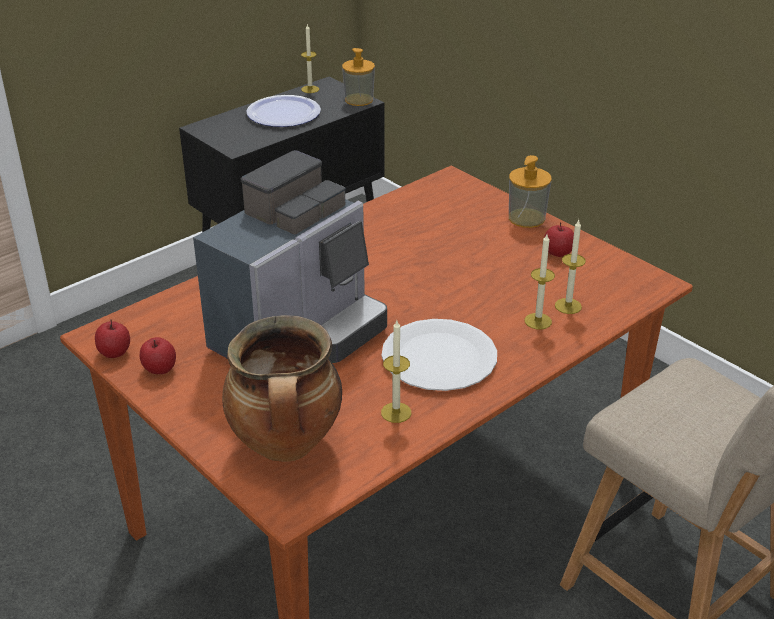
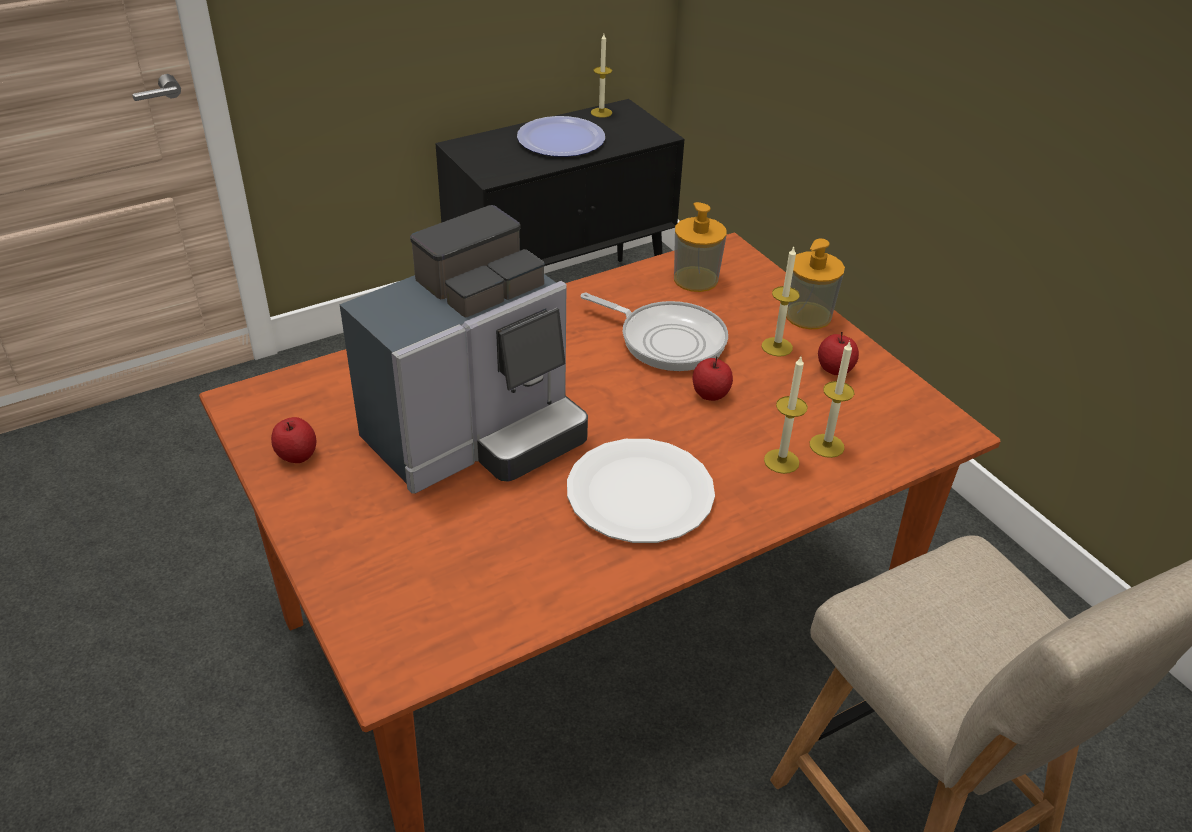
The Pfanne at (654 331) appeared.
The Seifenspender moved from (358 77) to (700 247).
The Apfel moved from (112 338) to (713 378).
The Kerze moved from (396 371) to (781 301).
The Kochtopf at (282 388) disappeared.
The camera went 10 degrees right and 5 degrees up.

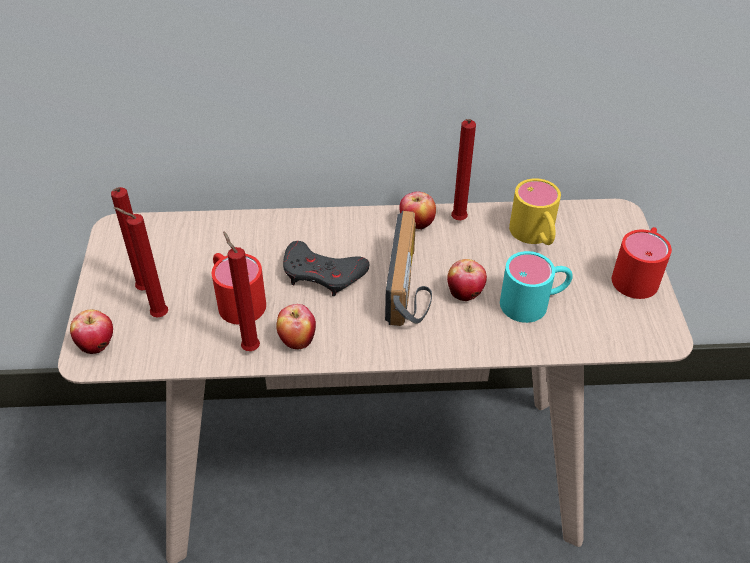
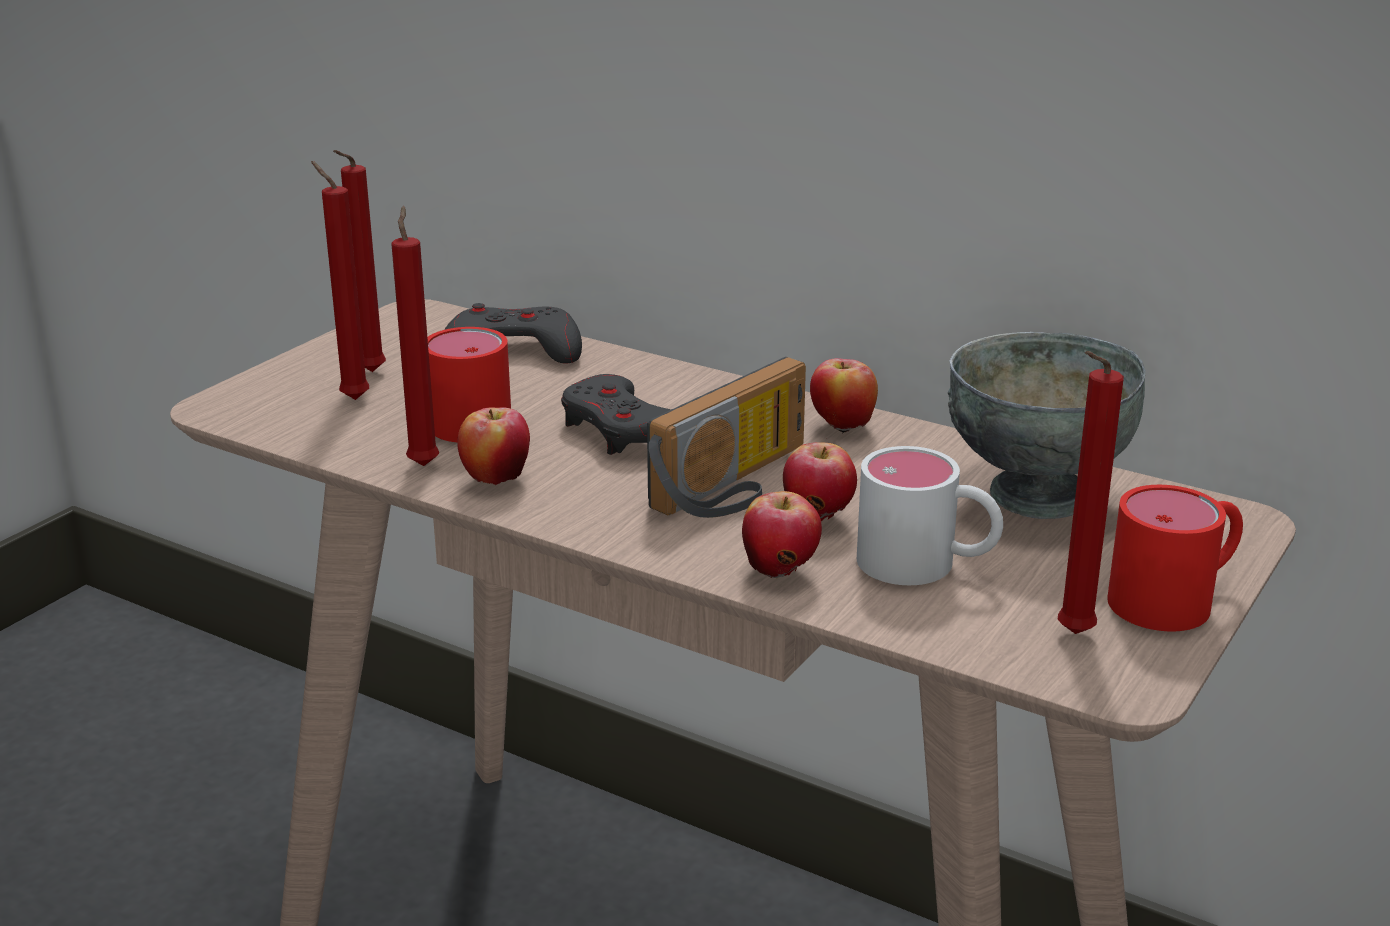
The Gamepad/grau at (513 333) appeared.
The Apfel moved from (91 332) to (782 532).
The Henkelbecher/türkis at (536 287) became the Henkelbecher/weiß at (930 515).
The Henkelbecher/gelb at (535 211) was replaced by the Schüssel/grau at (1046 425).
The Kerze/rot moved from (463 169) to (1091 492).
The camera went 35 degrees right and 20 degrees down.

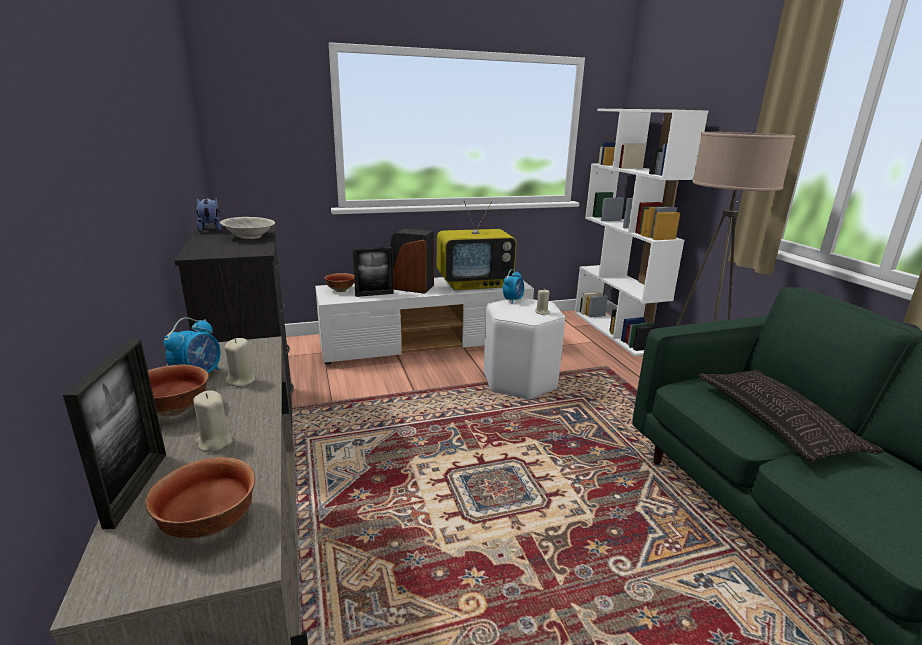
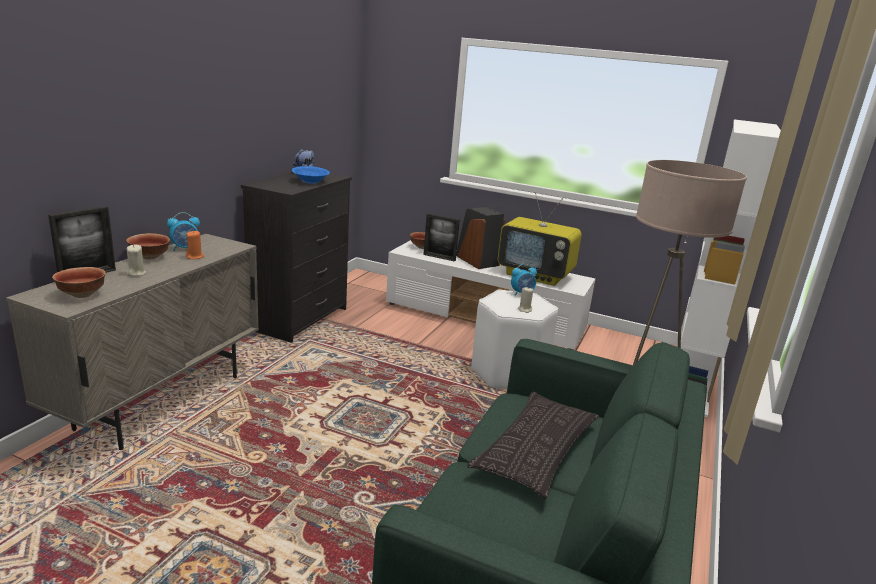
The Kerze/beige at (239 362) became the Kerze/orange at (195 244).
The Schüssel/beige at (247 228) became the Schüssel/blau at (311 174).
The camera went 40 degrees right and 0 degrees up.

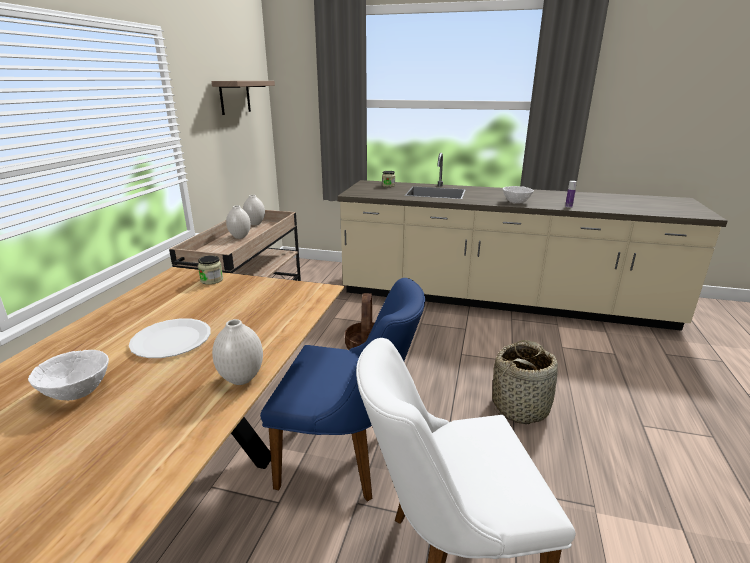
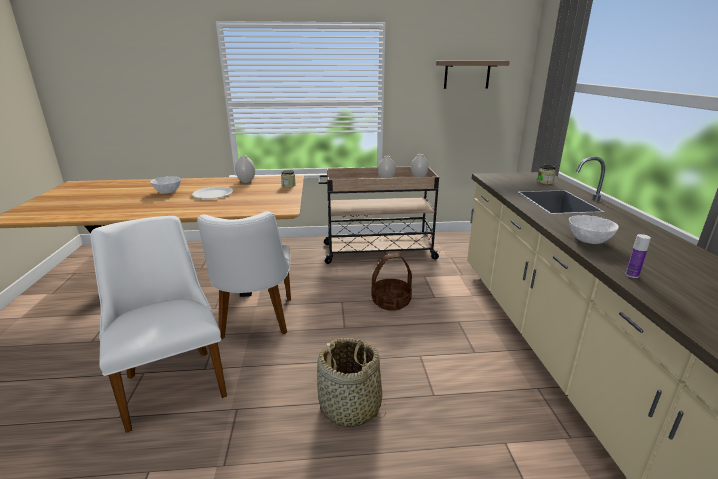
The Stuhl/blau at (342 389) became the Stuhl/weiß at (244 275).
The Vase/weiß moved from (237 352) to (245 169).
The camera went 70 degrees right and 0 degrees up.

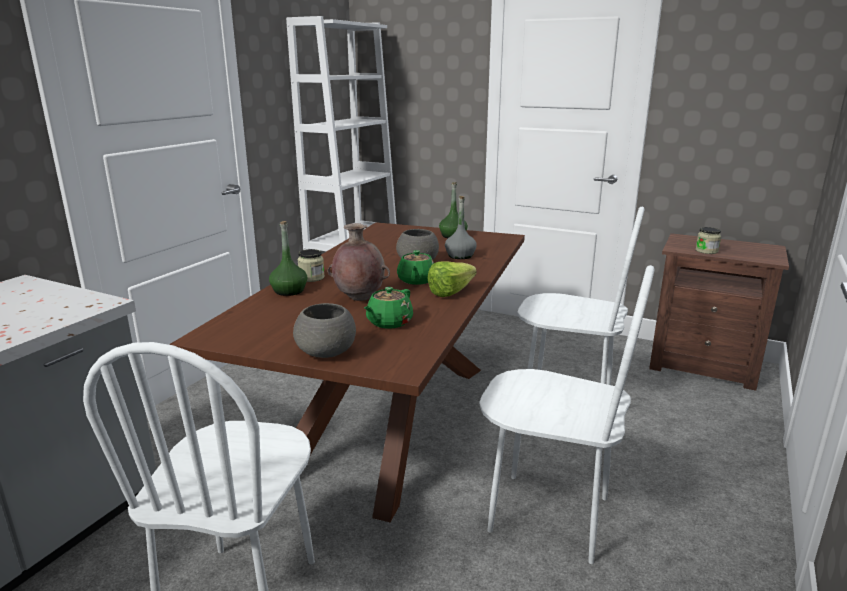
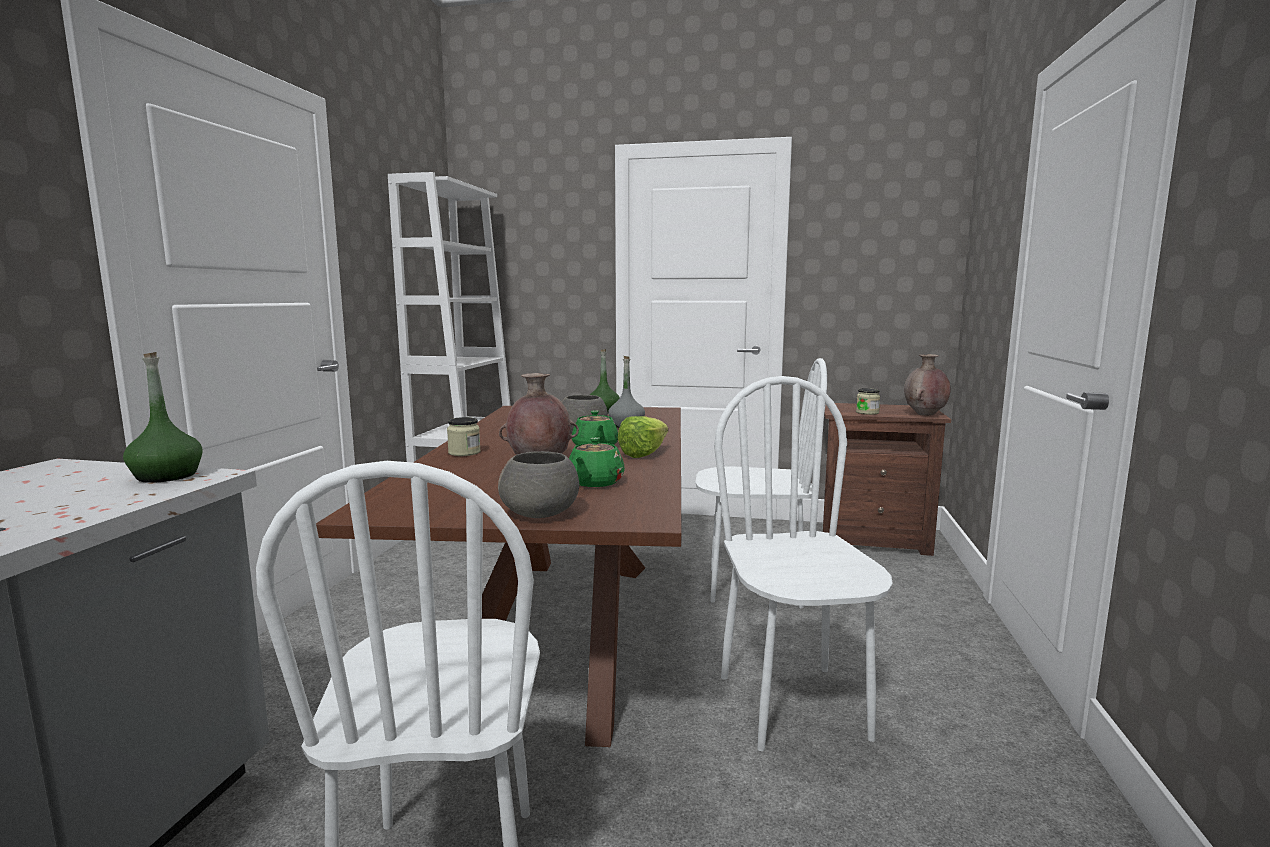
The Flasche/grün moved from (288 258) to (162 417).
The Stuhl/weiß at (567 414) turned 105 degrees counterclockwise.
The Vase/braun at (927 385) appeared.
The camera went 15 degrees left and 10 degrees down.

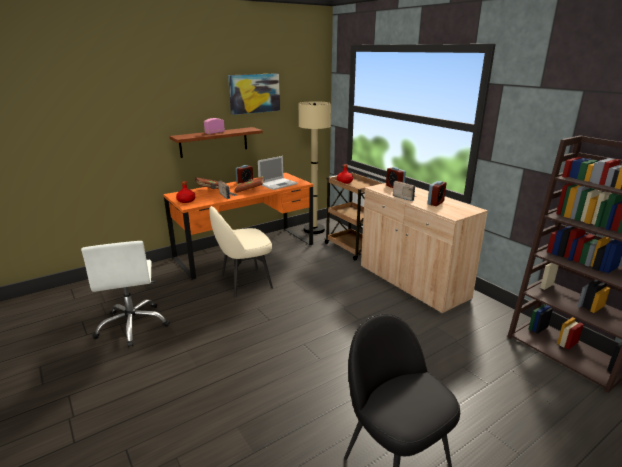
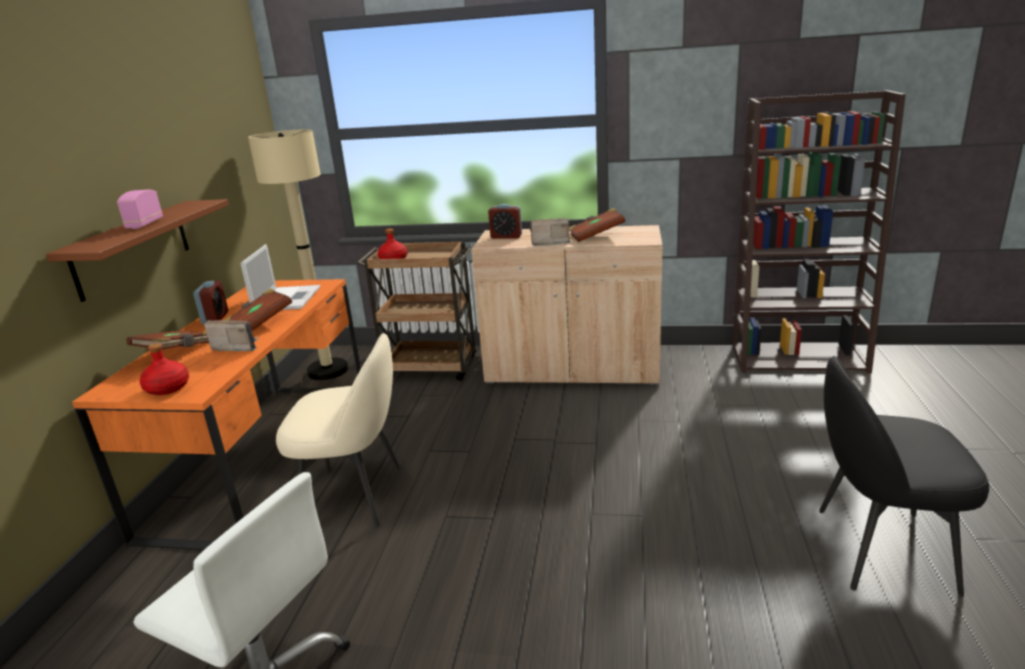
The Stuhl/beige at (241 251) turned 105 degrees counterclockwise.
The Wecker at (436 193) was replaced by the Buch/braun at (597 225).
The Bild at (254 94) disappeared.
The camera went 45 degrees left and 0 degrees up.

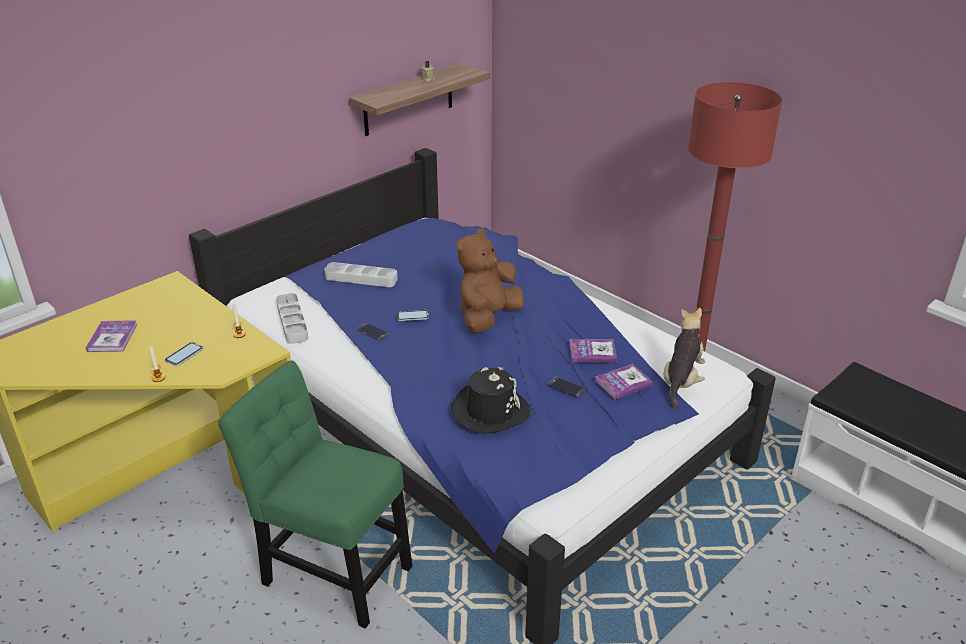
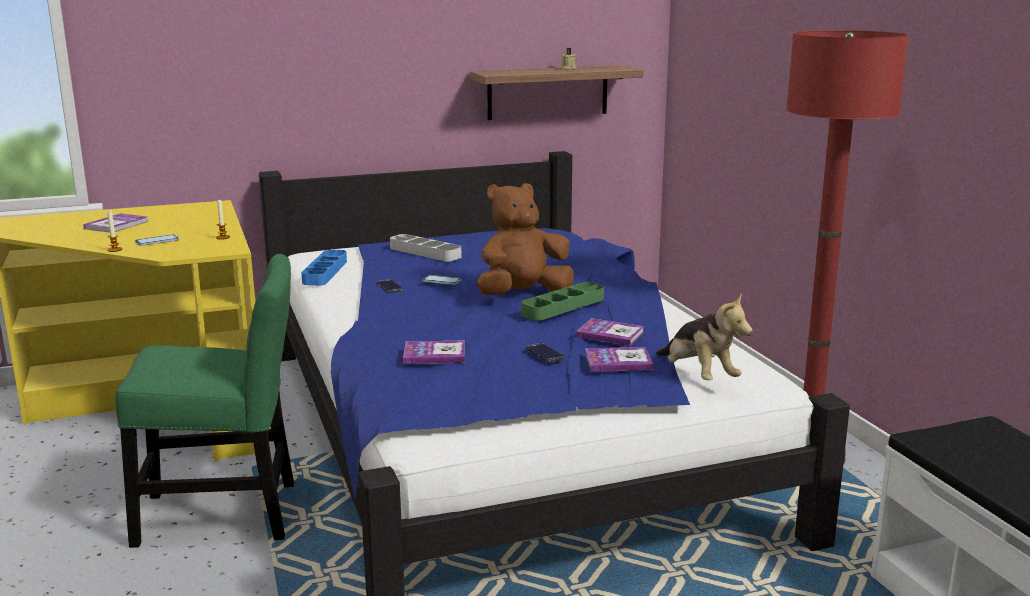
The Stuhl/grün at (315 494) turned 120 degrees clockwise.
The Tablett/grau at (292 318) became the Tablett/blau at (324 268).
The Hut/schwarz at (491 400) was replaced by the Buch at (434 352).
The Tablett/grün at (562 301) appeared.
The Plüschtier at (684 359) turned 105 degrees clockwise.
The camera went 25 degrees right and 15 degrees down.

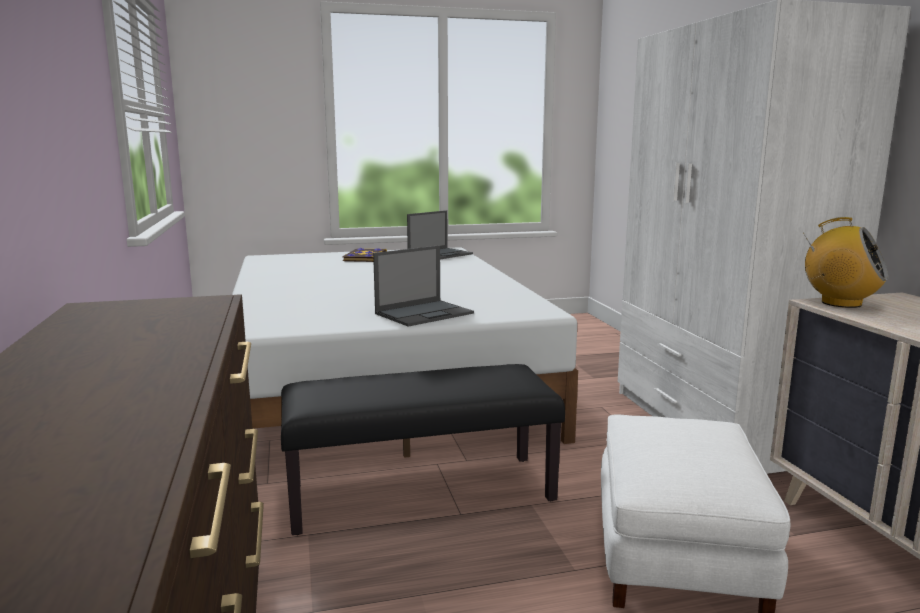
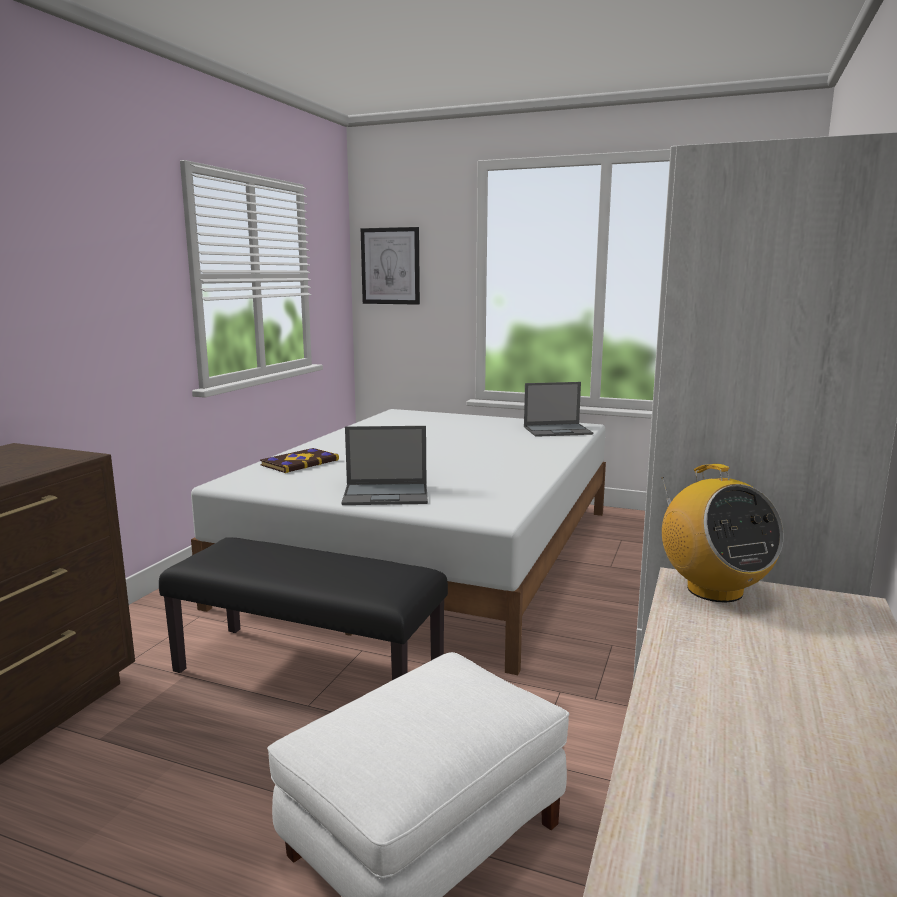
The Buch moved from (365 255) to (299 460).
The Bild at (390 266) appeared.
The camera went 35 degrees right and 0 degrees up.

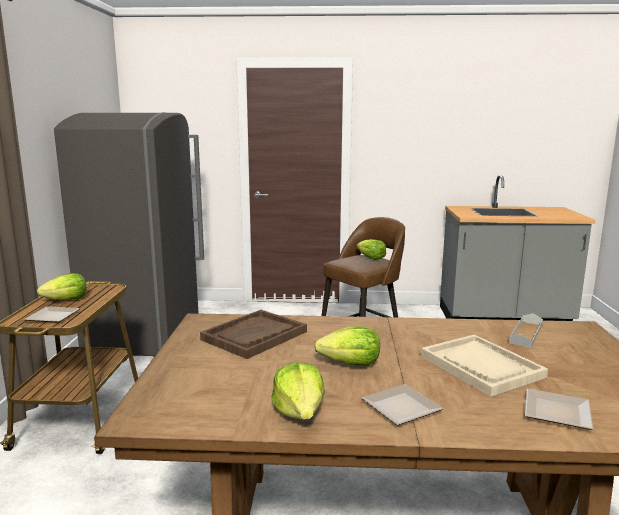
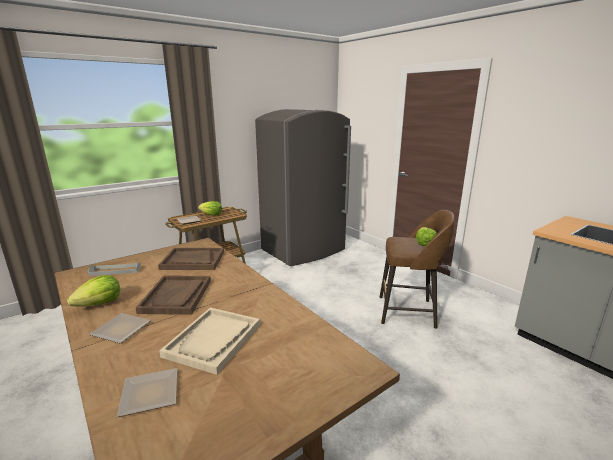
The Tablett/grau moved from (526 330) to (114 269).
The Salatkopf at (347 346) was replaced by the Tablett/braun at (173 295).
The camera went 50 degrees right and 5 degrees up.

